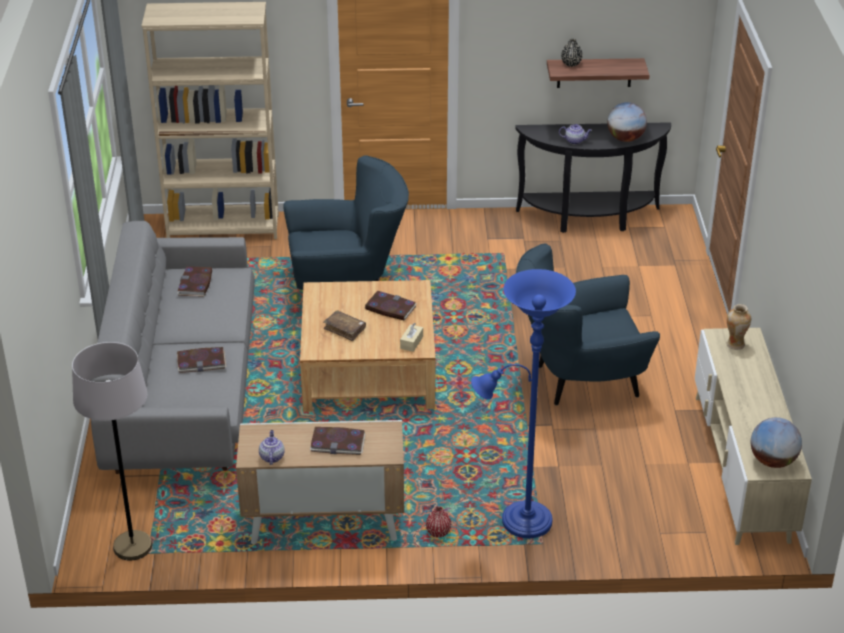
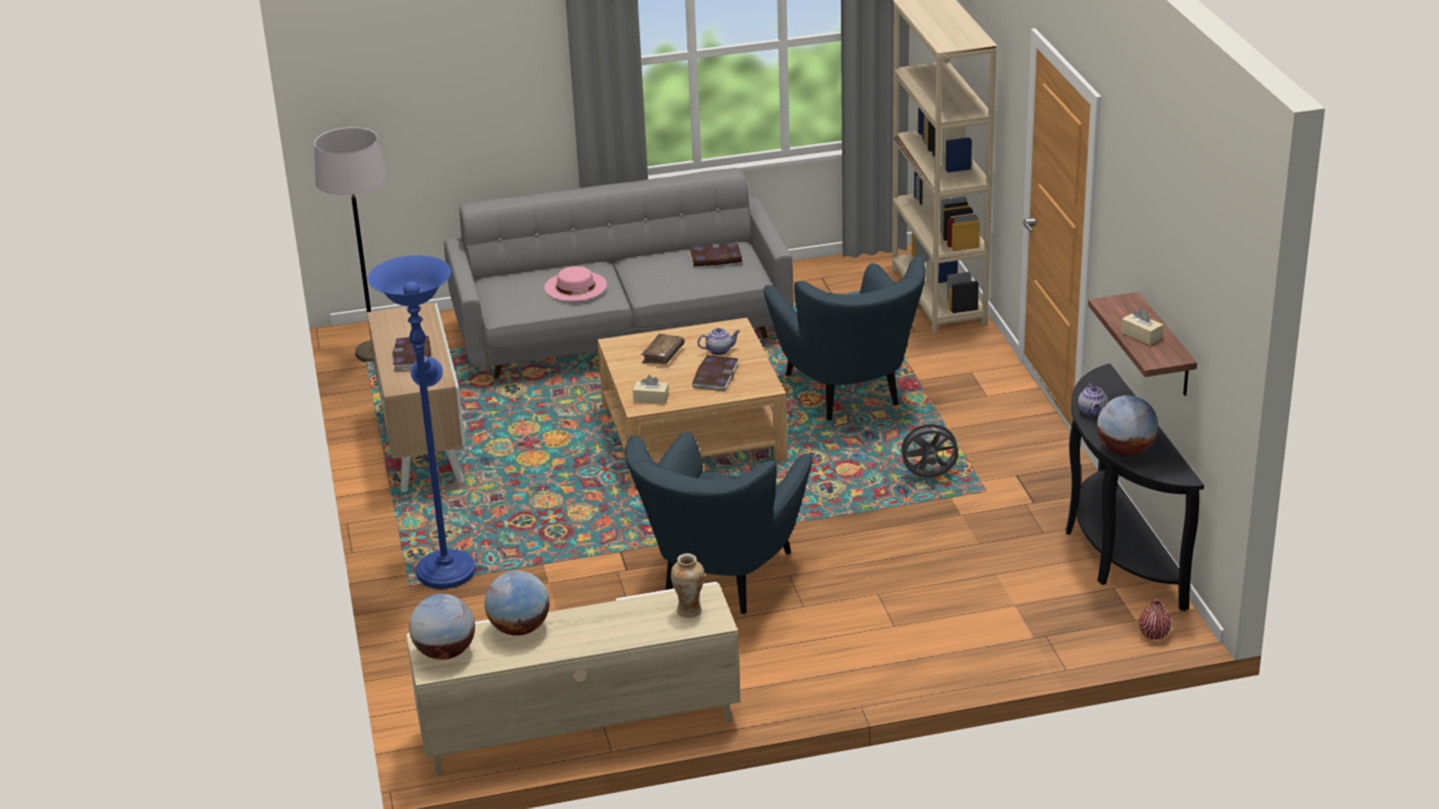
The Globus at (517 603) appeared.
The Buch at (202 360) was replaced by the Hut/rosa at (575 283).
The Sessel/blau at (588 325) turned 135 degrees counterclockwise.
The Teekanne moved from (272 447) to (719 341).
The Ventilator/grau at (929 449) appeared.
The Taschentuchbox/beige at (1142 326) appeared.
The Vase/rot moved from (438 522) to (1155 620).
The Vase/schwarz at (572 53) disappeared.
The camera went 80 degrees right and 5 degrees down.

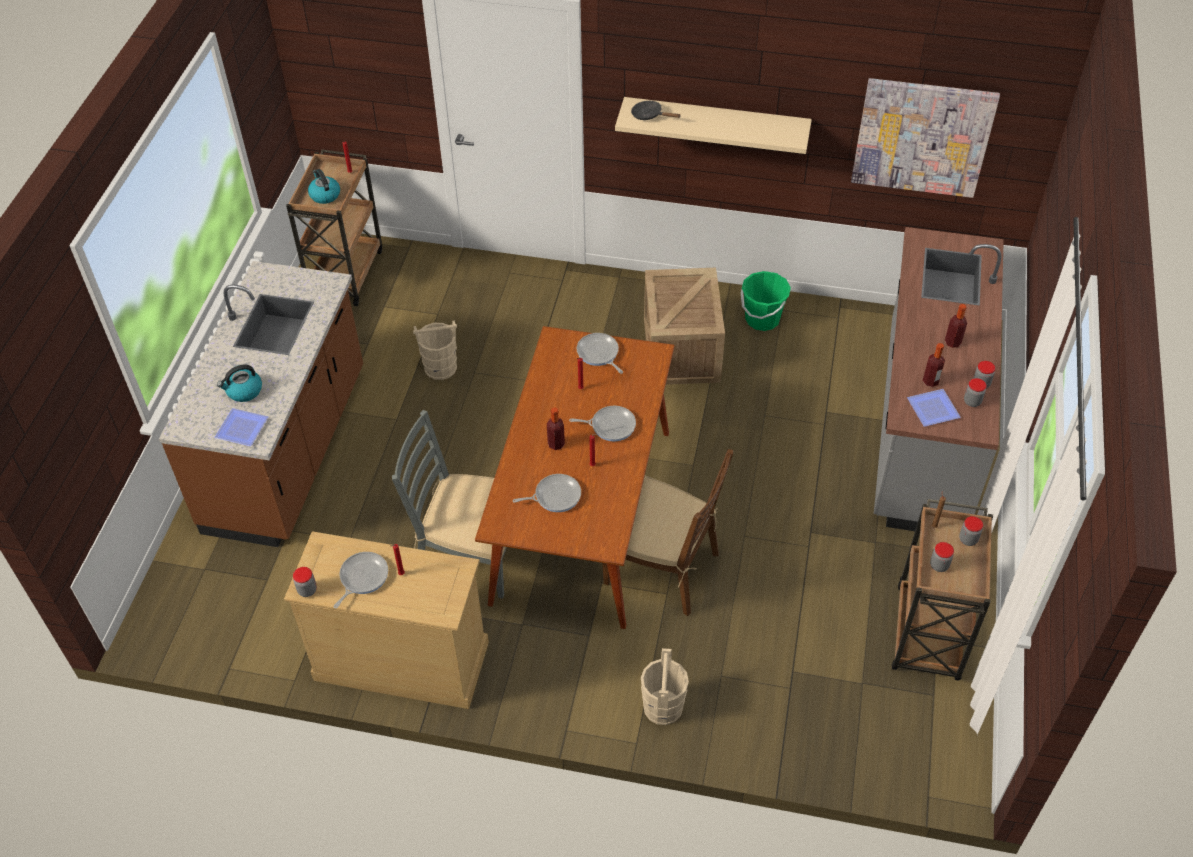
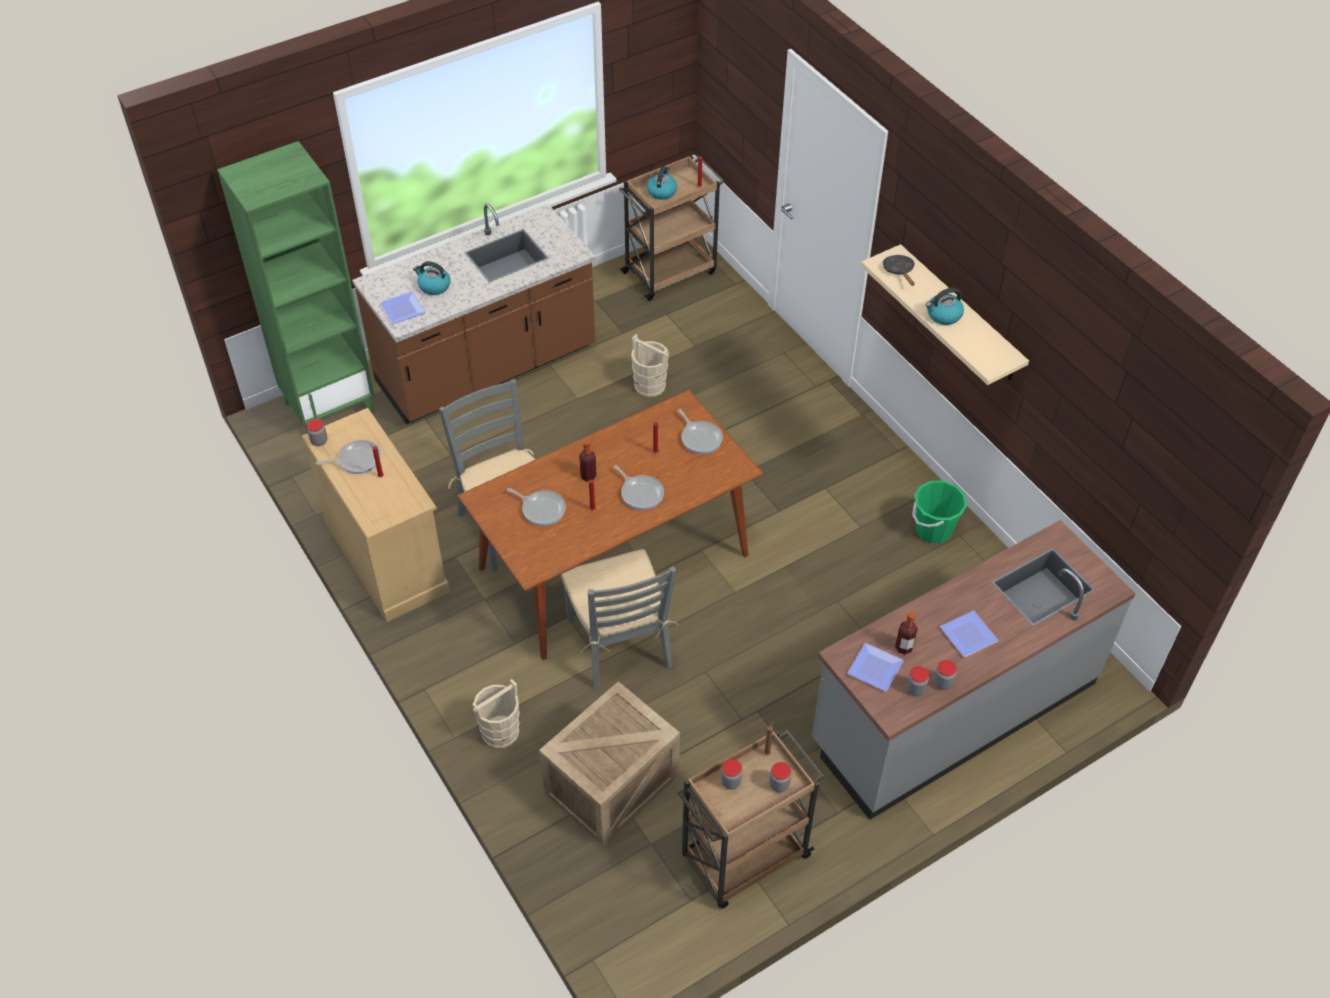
The Bücherregal/grün at (296 287) appeared.
The Kiste moved from (684 326) to (609 763).
The Stuhl/braun at (667 532) became the Stuhl/grau at (620 619).
The Pfanne at (600 353) turned 135 degrees clockwise.
The Wasserkessel at (945 306) appeared.
The Flasche at (956 326) was replaced by the Teller at (969 633).
The Bild at (925 138) disappeared.
The camera went 45 degrees right and 0 degrees up.

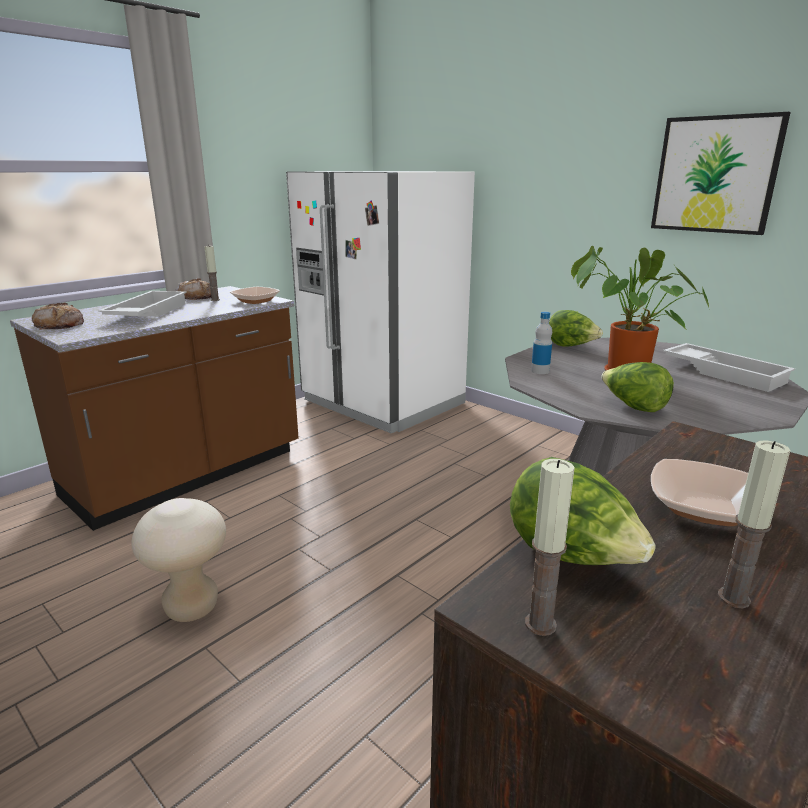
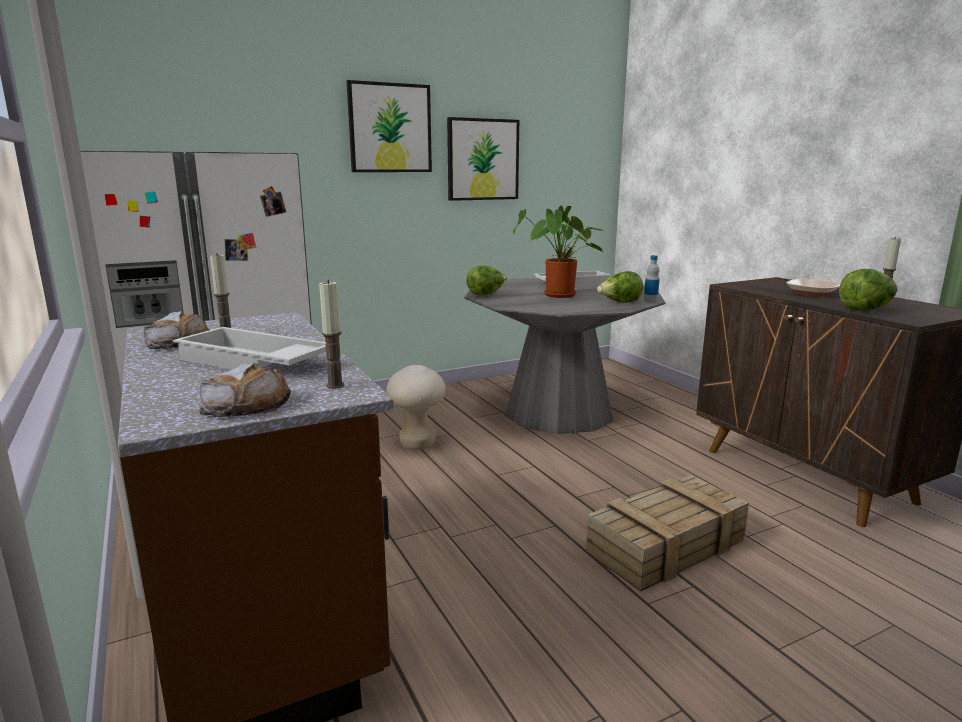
The Kerze moved from (550 547) to (332 334).
The Bild at (389 126) appeared.
The Hocker/beige moved from (179 560) to (416 407).
The Kiste at (667 533) appeared.
The Flasche moved from (541 343) to (652 278).
The Schüssel at (255 295) disappeared.
The camera went 70 degrees left and 5 degrees down.

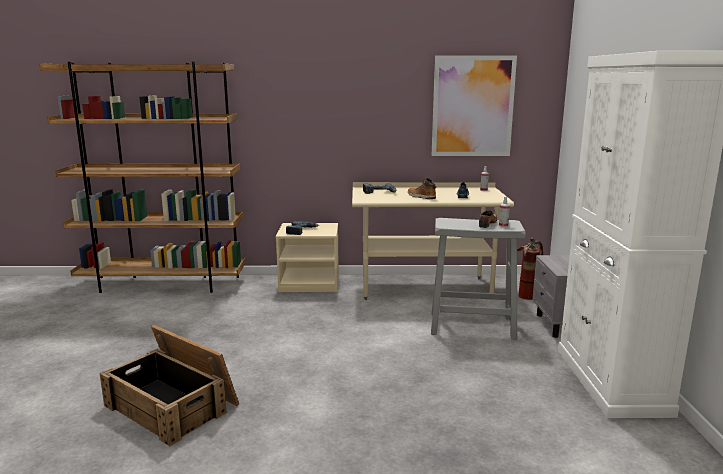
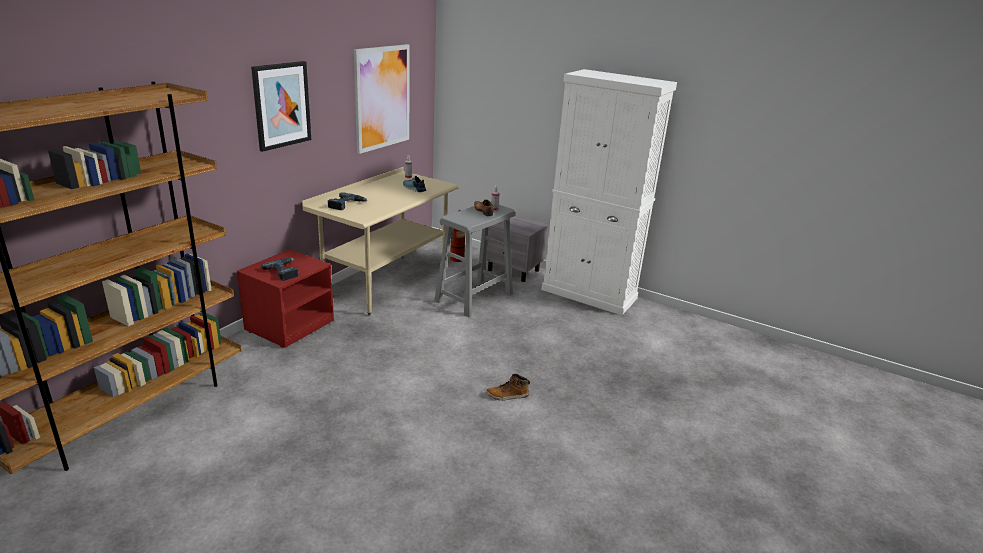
The Nachttisch/beige at (307 257) became the Nachttisch/rot at (285 298).
The Bild at (281 106) appeared.
The Stiefel moved from (422 188) to (508 387).
The Kiste at (169 385) disappeared.
The camera went 60 degrees left and 10 degrees up.

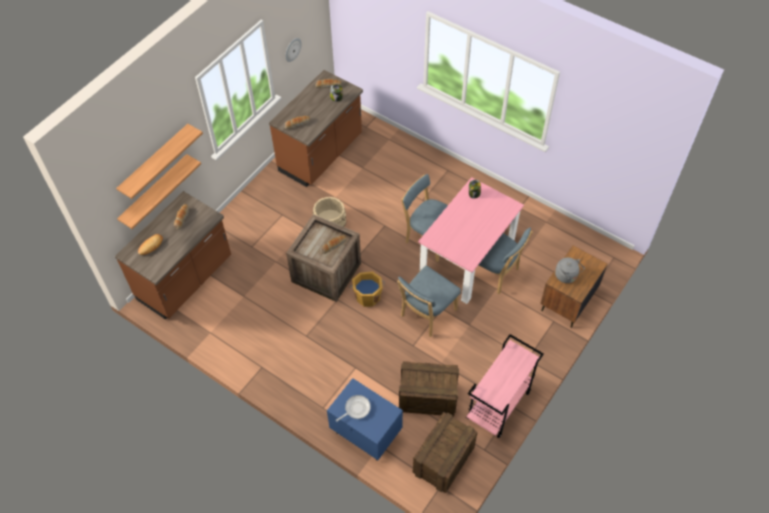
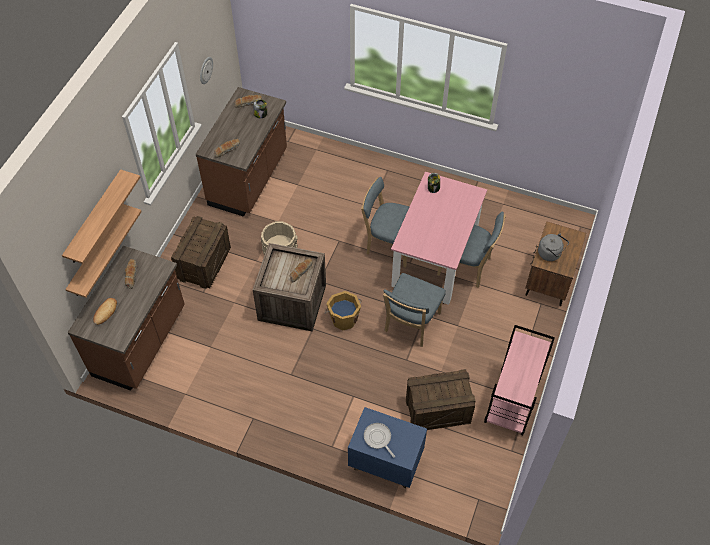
The Kiste moved from (445 452) to (201 252).
The Pfanne at (353 408) turned 75 degrees counterclockwise.
The camera went 15 degrees left and 0 degrees up.

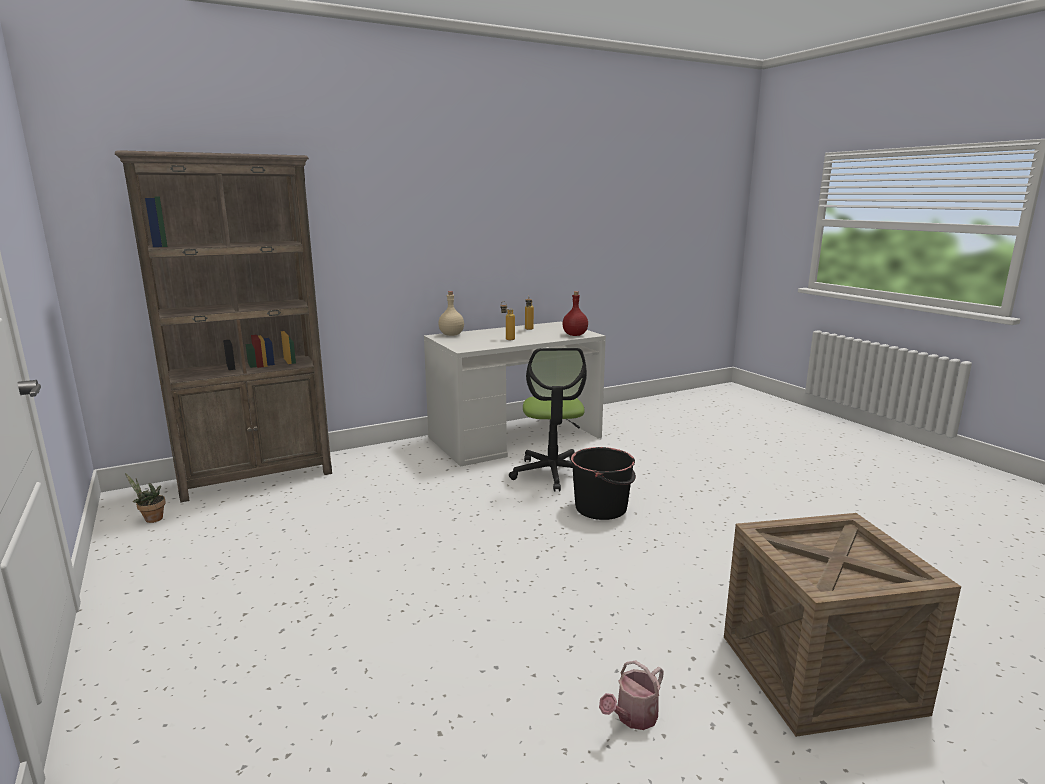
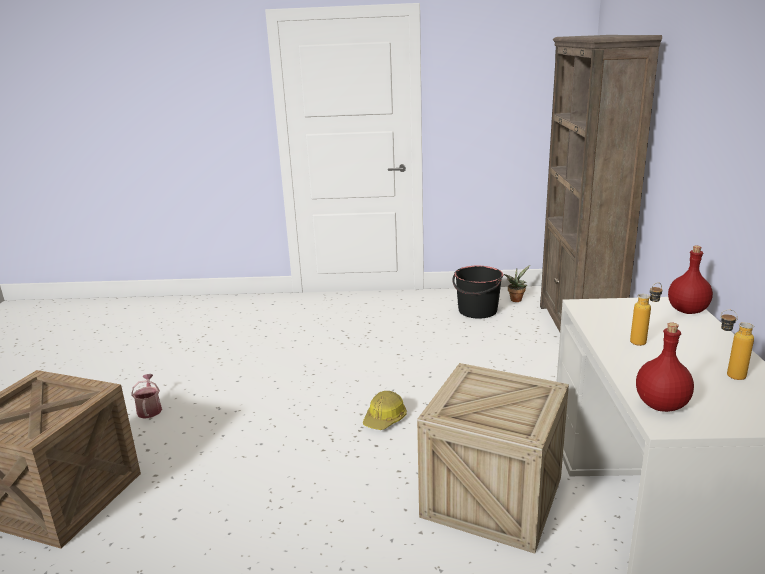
The Schutzhelm at (385 410) appeared.
The Bürostuhl at (548 420) was replaced by the Kiste at (493 458).
The Eimer/schwarz moved from (603 483) to (477 292).
The Flasche/beige at (451 313) became the Flasche/rot at (690 280).
The camera went 120 degrees right and 5 degrees up.

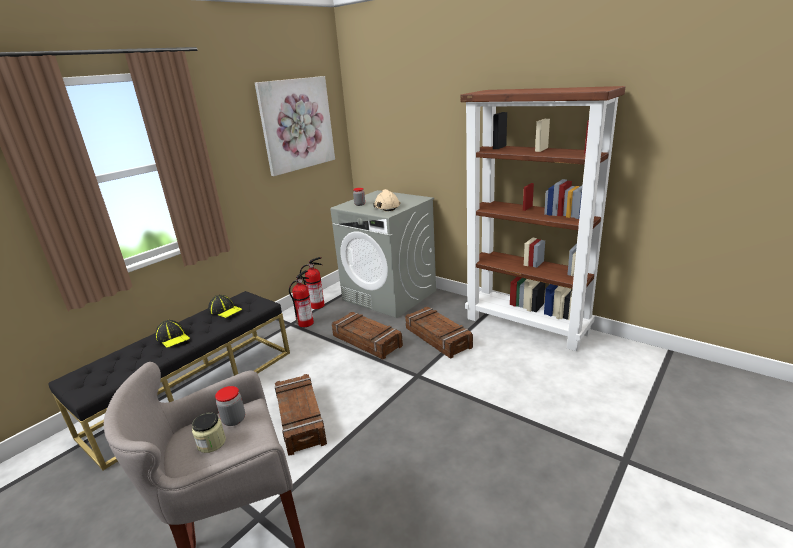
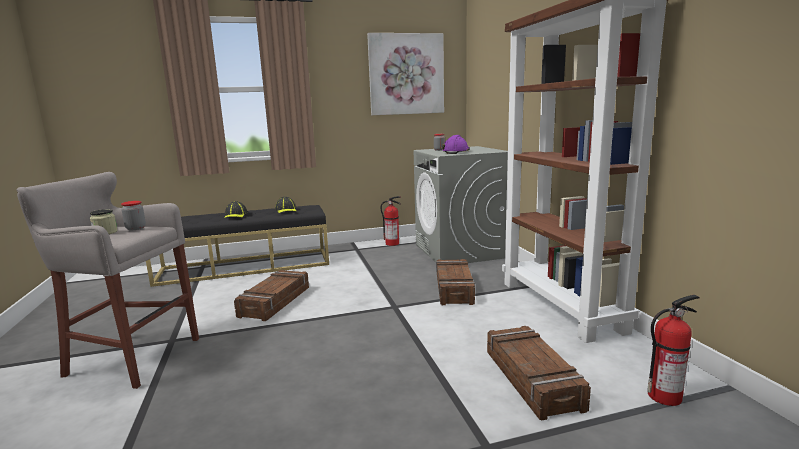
The Schutzhelm/beige at (386 200) became the Schutzhelm/lila at (456 144).
The Kiste moved from (367 335) to (539 373).
The Feuerlöscher moved from (301 298) to (673 350).
The camera went 35 degrees right and 10 degrees down.

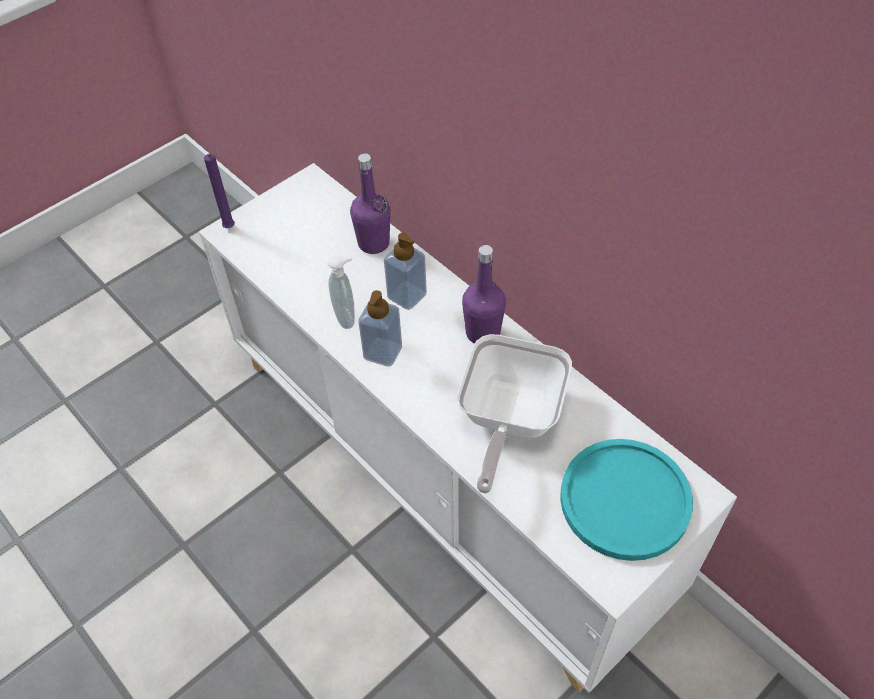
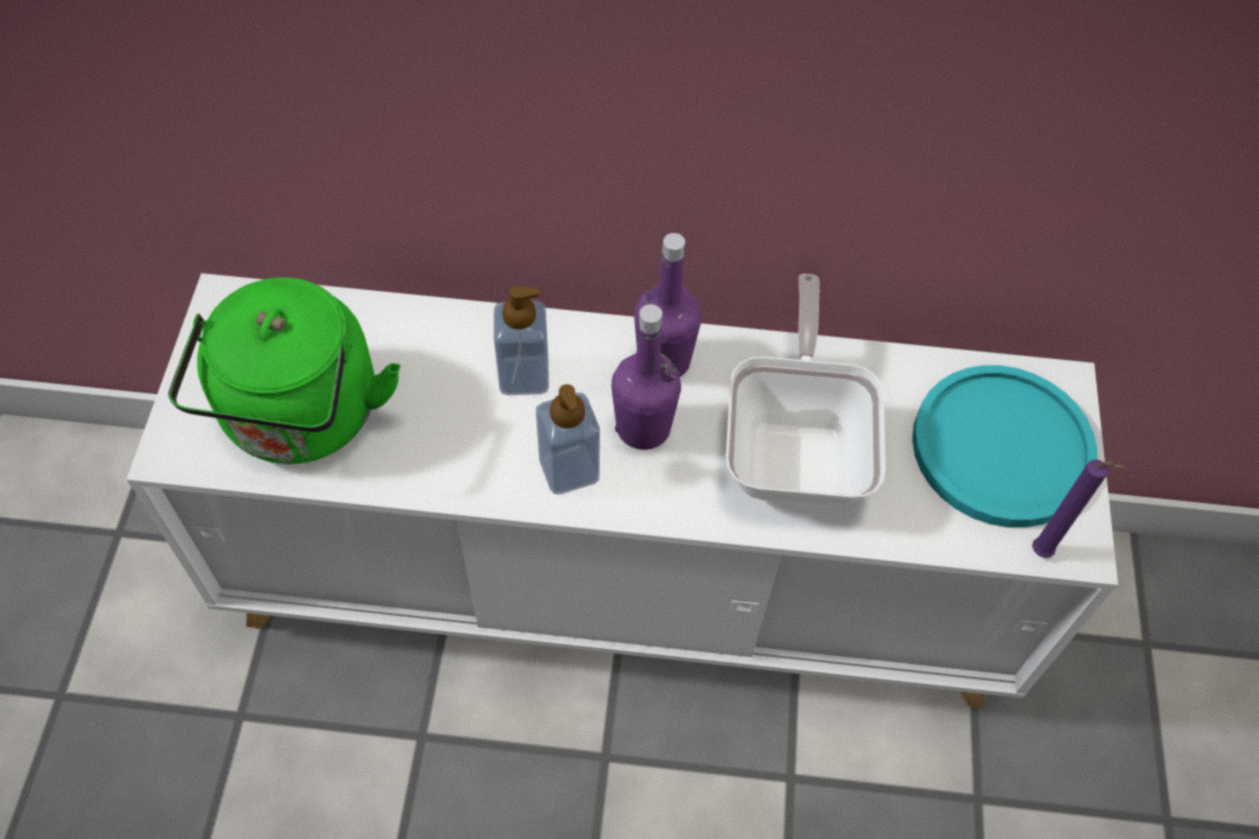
The Wasserkessel/grün at (284 370) appeared.
The Flasche/lila moved from (370 203) to (646 377).
The Pfanne at (514 414) turned 150 degrees counterclockwise.
The Kerze/lila moved from (219 191) to (1079 508).
The Seifenspender at (341 292) disappeared.
The camera went 45 degrees left and 5 degrees up.

